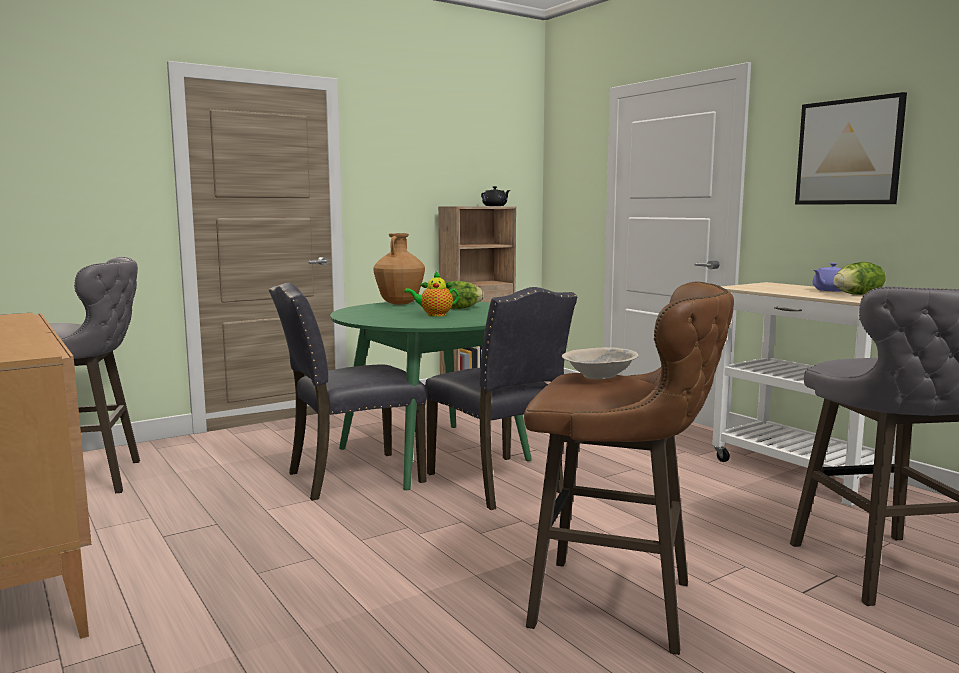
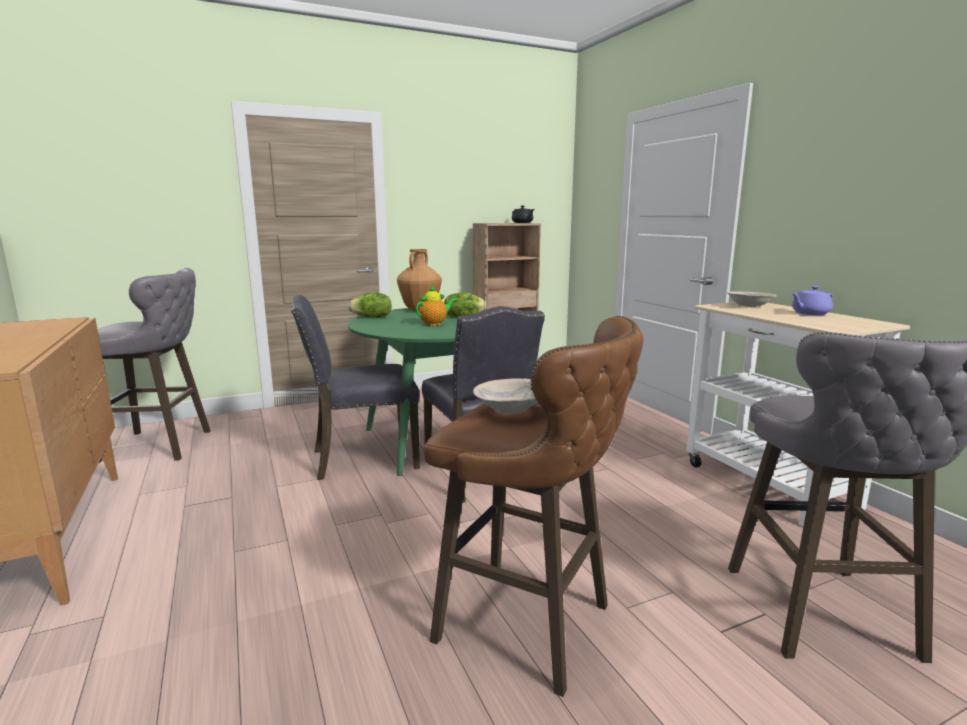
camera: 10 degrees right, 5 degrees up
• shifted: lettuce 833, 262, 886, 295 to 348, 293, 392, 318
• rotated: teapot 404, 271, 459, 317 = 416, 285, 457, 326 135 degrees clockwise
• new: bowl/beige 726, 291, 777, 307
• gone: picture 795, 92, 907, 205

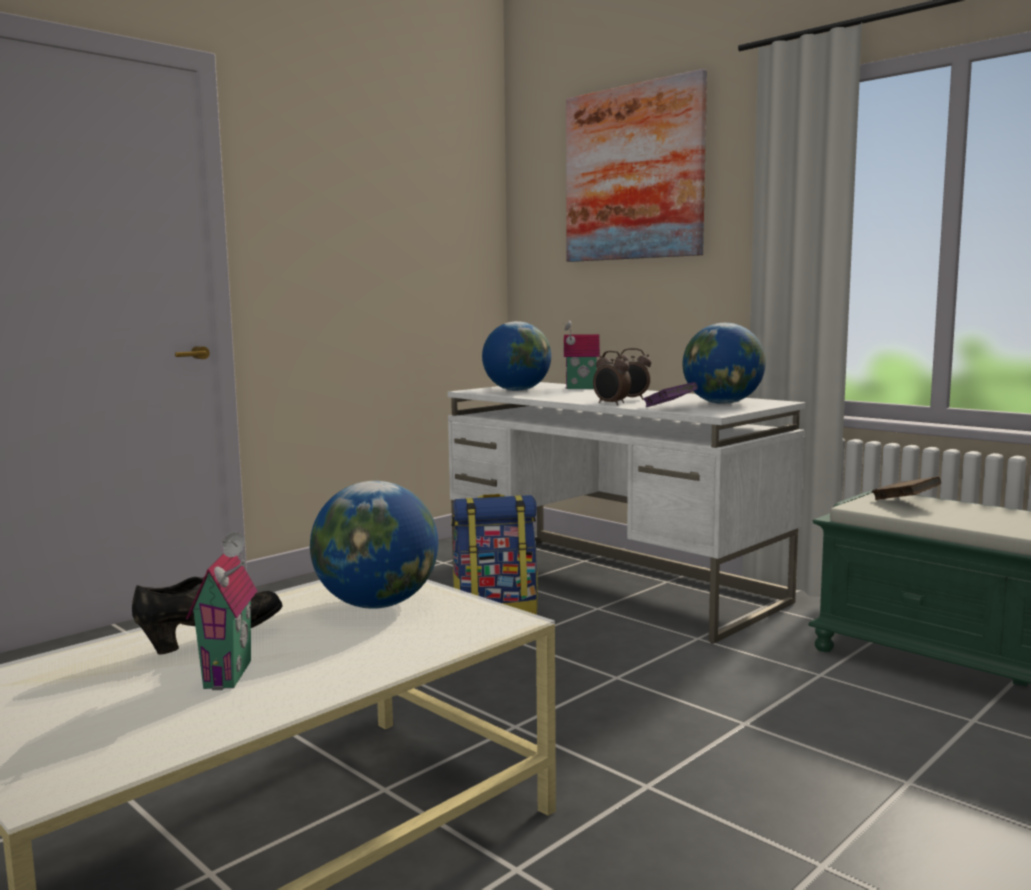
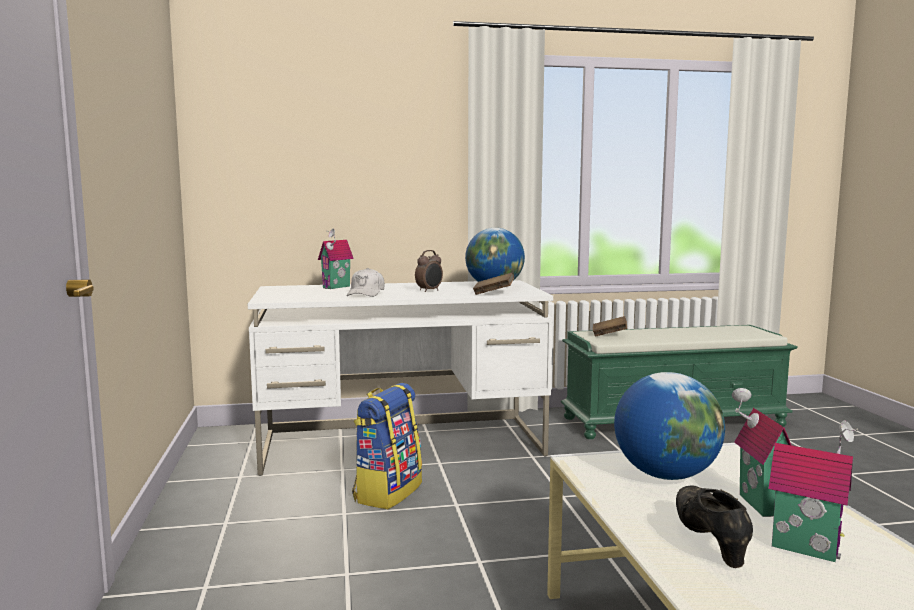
camera: 55 degrees left, 0 degrees up
• new: cap/white 346, 268, 385, 297
• repainted: book/purple 643, 382, 698, 407 to book/brown 473, 272, 515, 295
• new: toy house 732, 388, 791, 517
• gone: globe 482, 321, 551, 391
• gone: picture 566, 69, 707, 262
• gone: alarm clock 593, 351, 631, 405

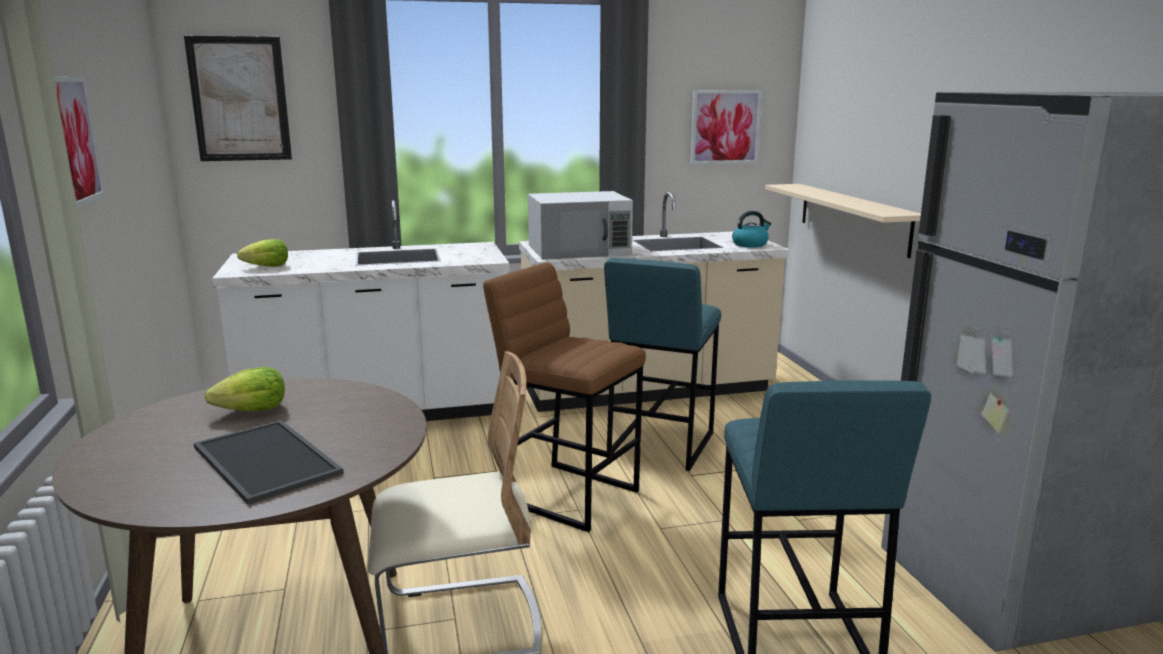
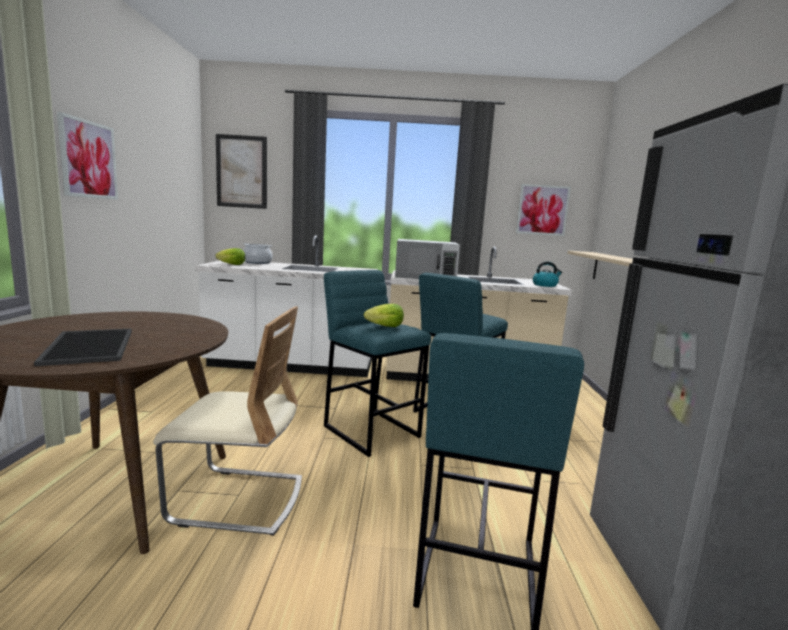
camera: 15 degrees right, 5 degrees down
• new: cooking pot 243, 243, 273, 264
• repainted: stool/brown 483, 262, 646, 532 to stool/turquoise 324, 270, 431, 457
• shifted: lettuce 205, 367, 285, 411 to 364, 304, 404, 327

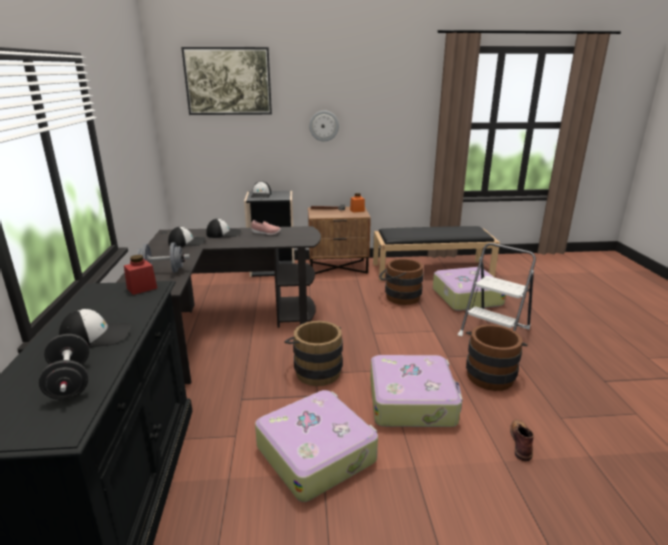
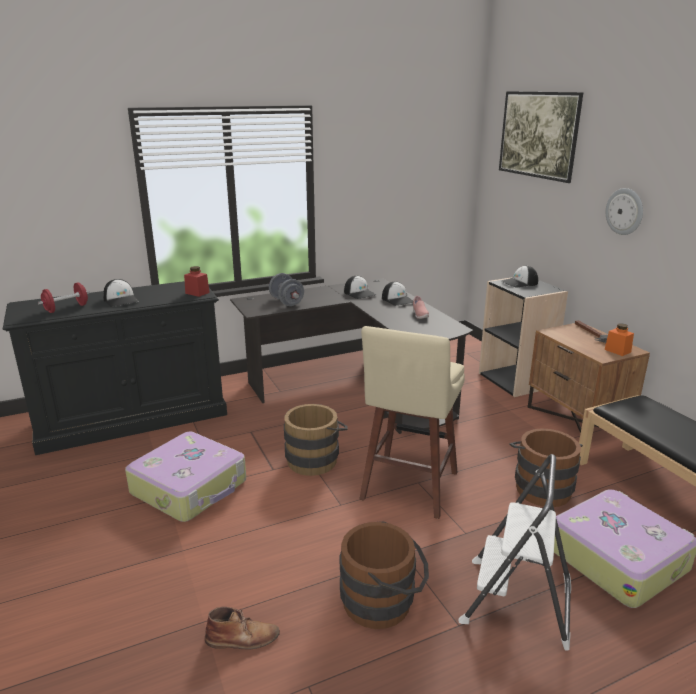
camera: 70 degrees right, 0 degrees up
• repainted: dumbbell/black 39, 334, 89, 400 to dumbbell/red 38, 282, 90, 313
• new: stool/beige 359, 326, 465, 519
• gone: suitcase 370, 355, 463, 427

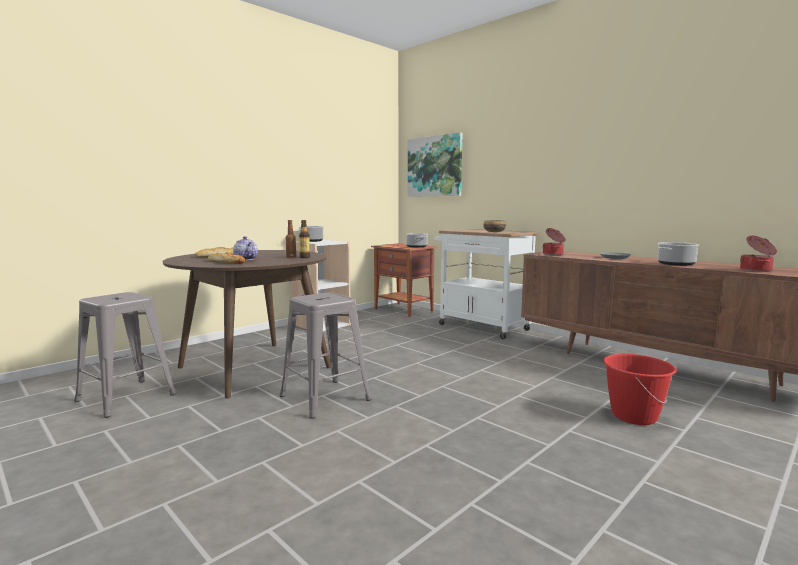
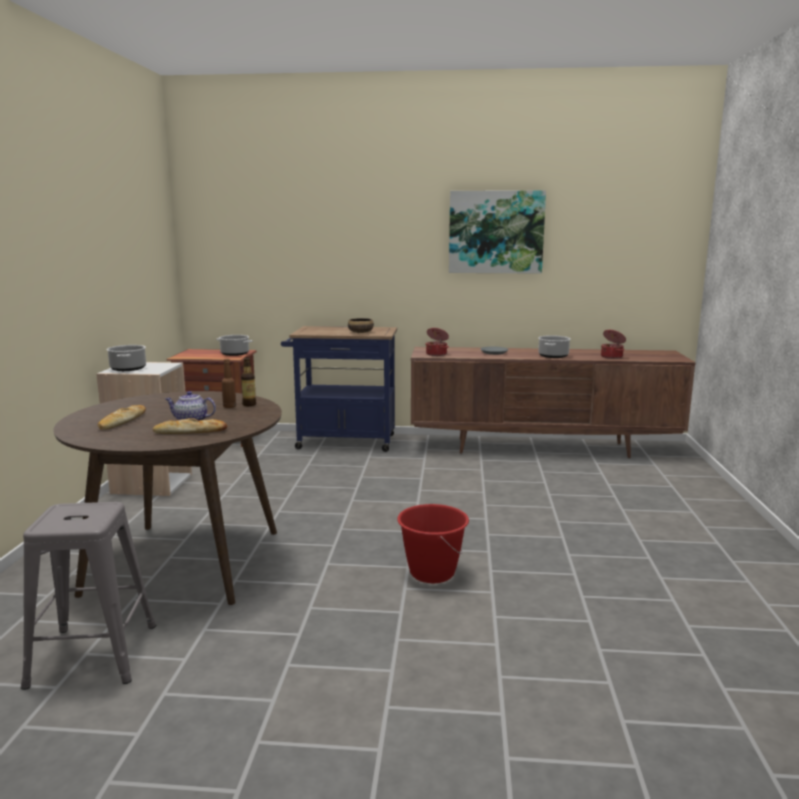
camera: 40 degrees left, 5 degrees up
• repainted: cart/white 434, 229, 539, 339 to cart/blue 281, 326, 397, 452
• shifted: bucket/red 603, 354, 677, 425 to 397, 504, 469, 583
• shifted: picture 408, 132, 462, 197 to 449, 190, 546, 274
• gone: stool/grey 280, 292, 372, 419

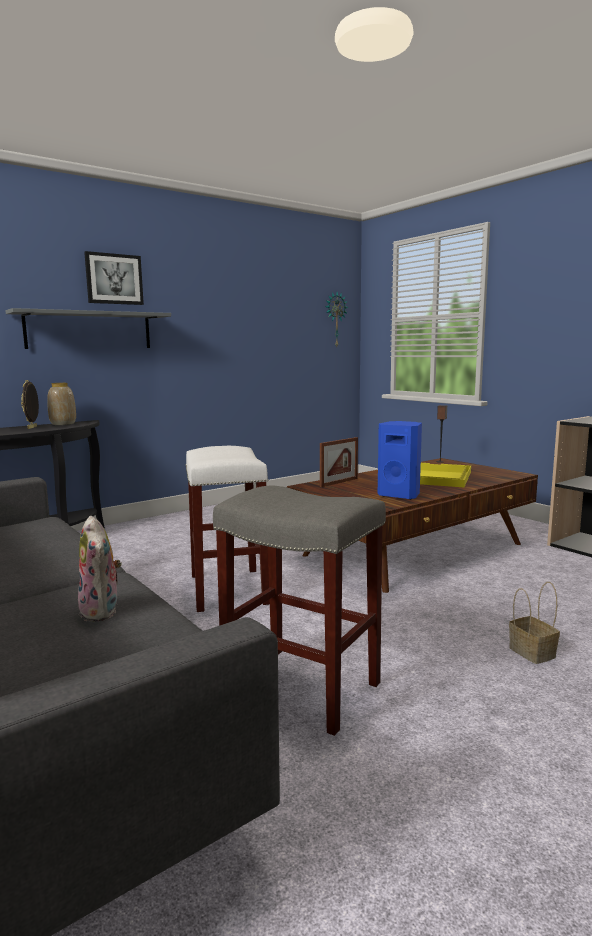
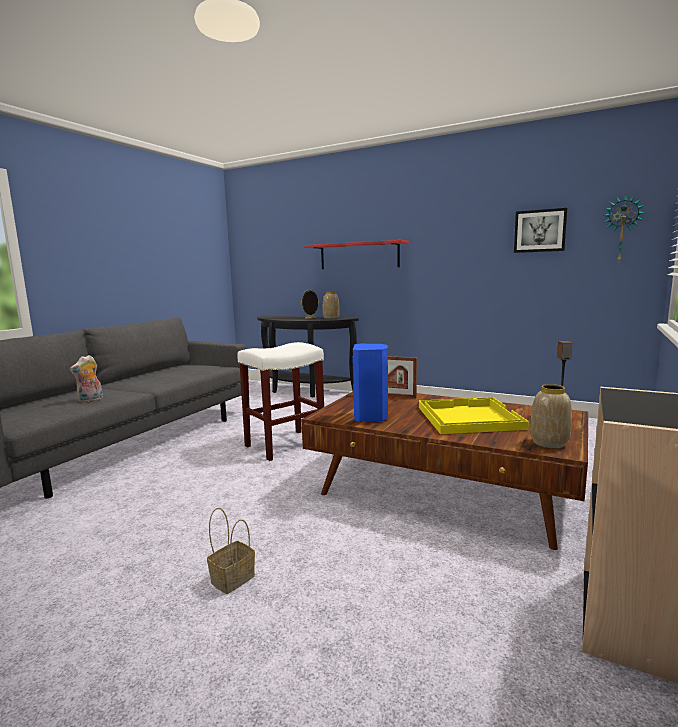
camera: 65 degrees right, 0 degrees up
• repainted: shelf/grey 5, 308, 171, 349 to shelf/red 303, 240, 409, 269
• shifted: picture 84, 251, 144, 305 to 514, 208, 567, 253
• new: vase 530, 384, 572, 448
• gone: stool/grey 213, 486, 386, 736

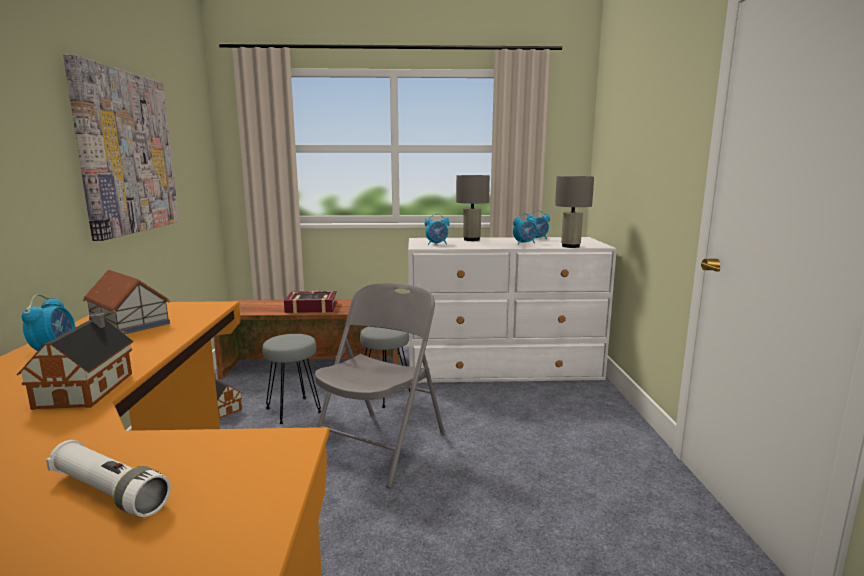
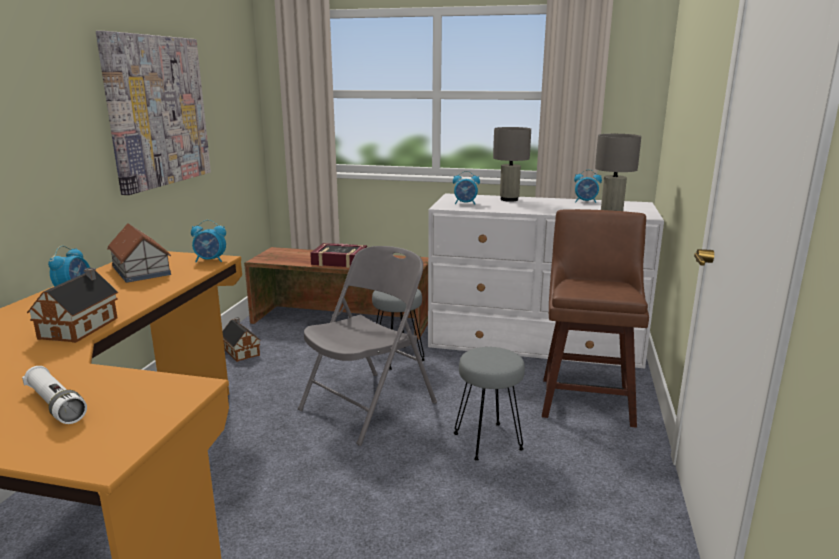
camera: 15 degrees right, 5 degrees up
• shifted: alarm clock 513, 213, 537, 244 to 191, 220, 226, 262
• shifted: stool/grey 262, 334, 321, 424 to 454, 347, 525, 461
• new: chair/brown 542, 209, 649, 428

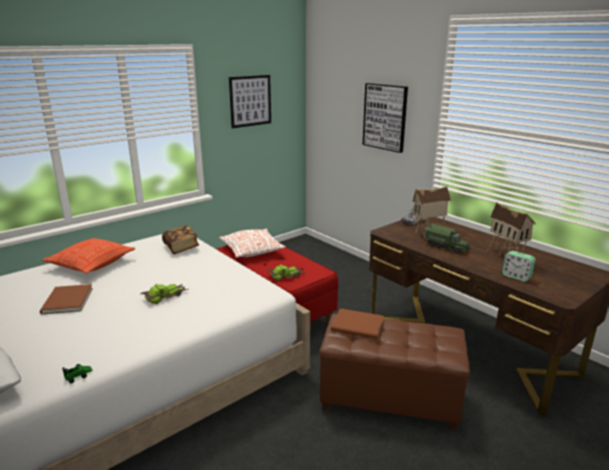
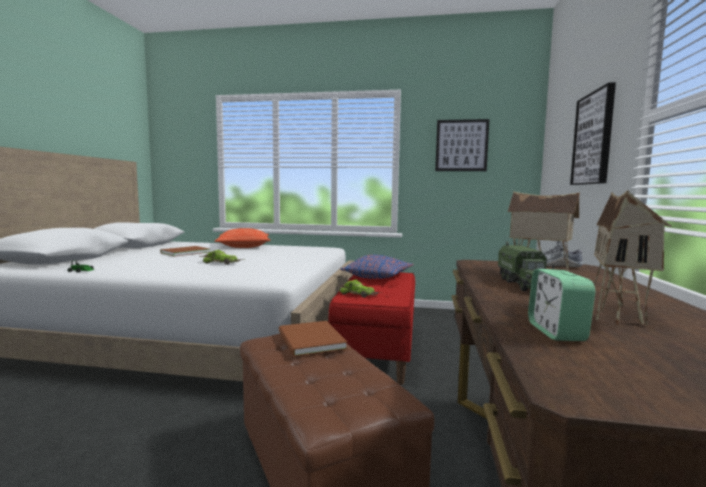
camera: 50 degrees right, 15 degrees down
• repainted: pillow/white 219, 229, 286, 258 to pillow/blue 340, 255, 414, 279
• gone: book 162, 225, 199, 254

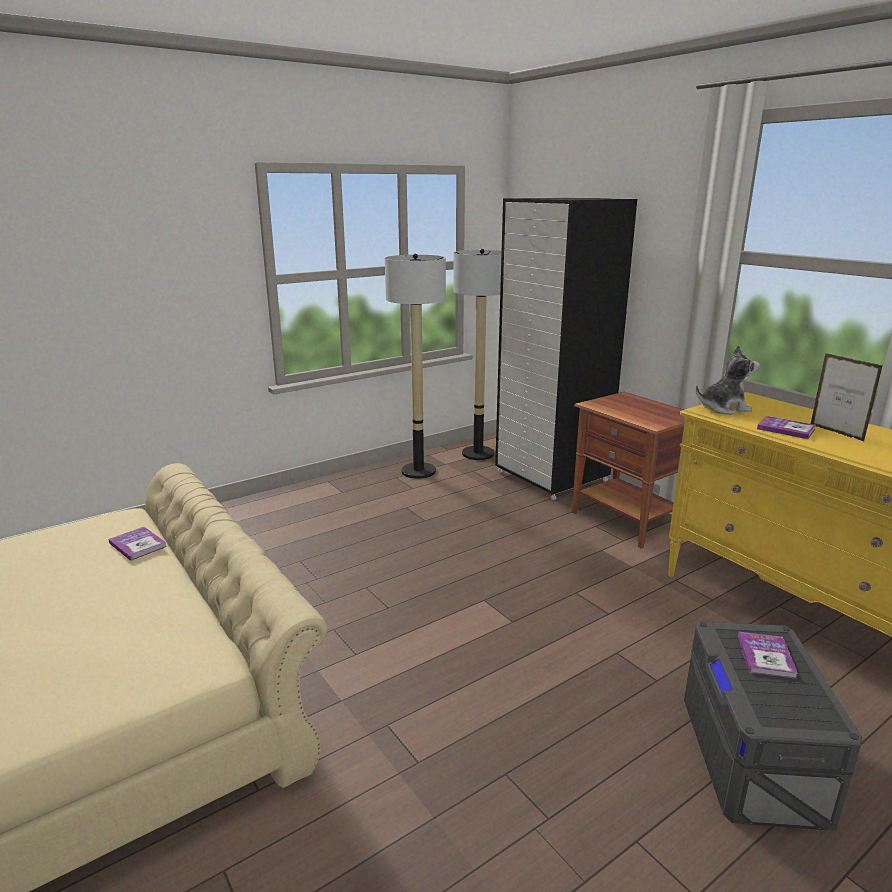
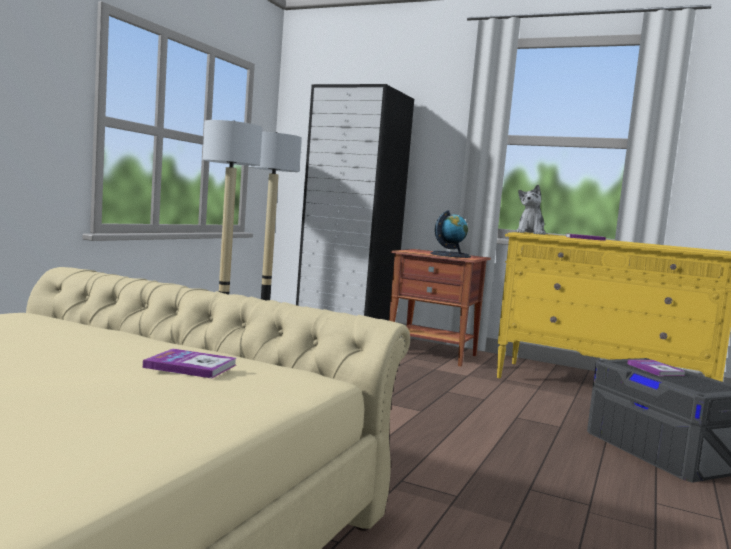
camera: 30 degrees left, 15 degrees down
• shifted: book 108, 527, 167, 561 to 143, 349, 236, 378
• new: globe 431, 210, 471, 258
• rotated: plush toy 696, 345, 760, 415 = 515, 185, 546, 235 150 degrees clockwise
• gone: picture frame 811, 353, 883, 442

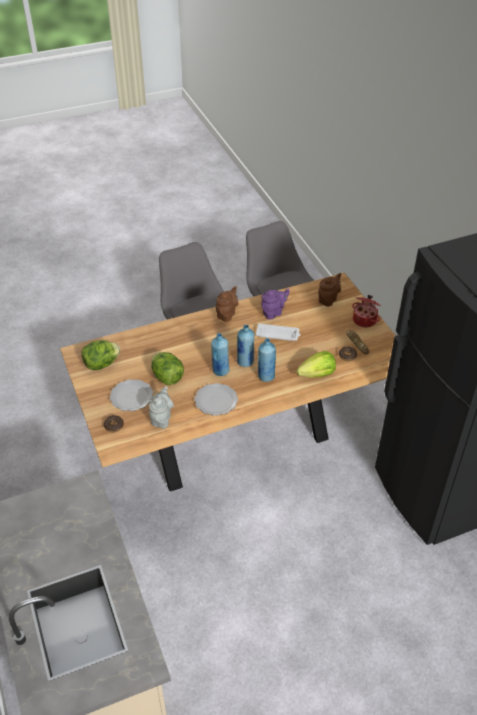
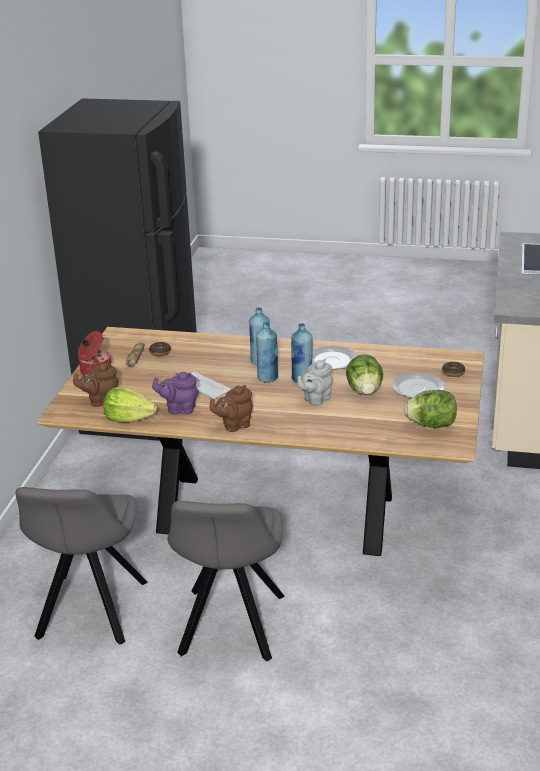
camera: 145 degrees left, 15 degrees down
• shifted: lettuce 297, 351, 336, 378 to 103, 387, 157, 422
• shifted: teapot/grey 149, 386, 174, 429 to 297, 359, 333, 406

